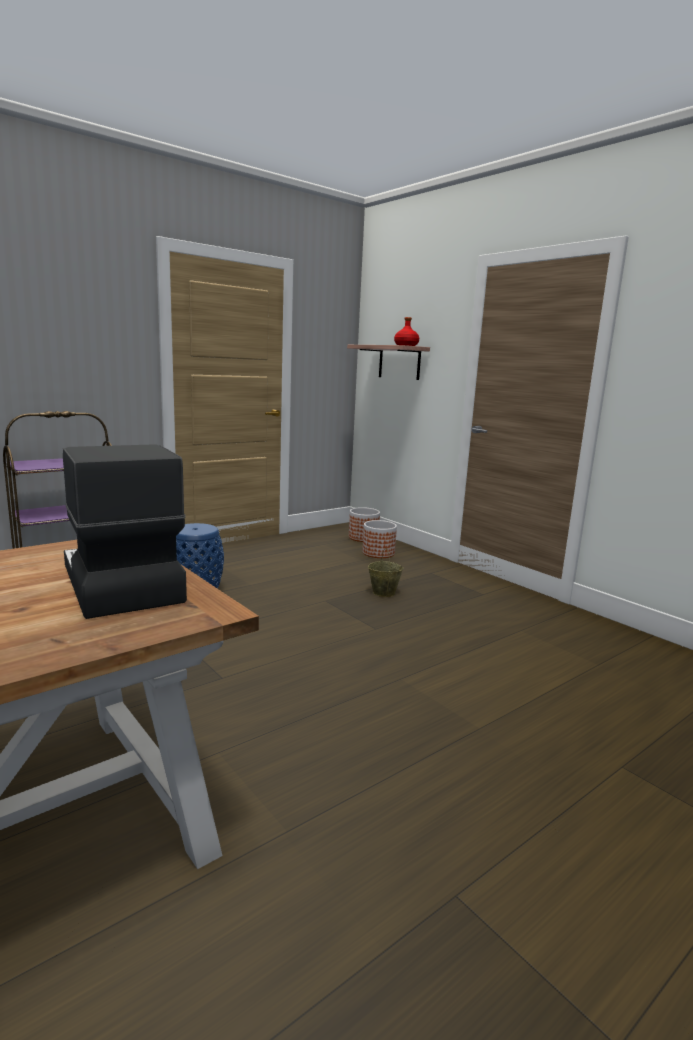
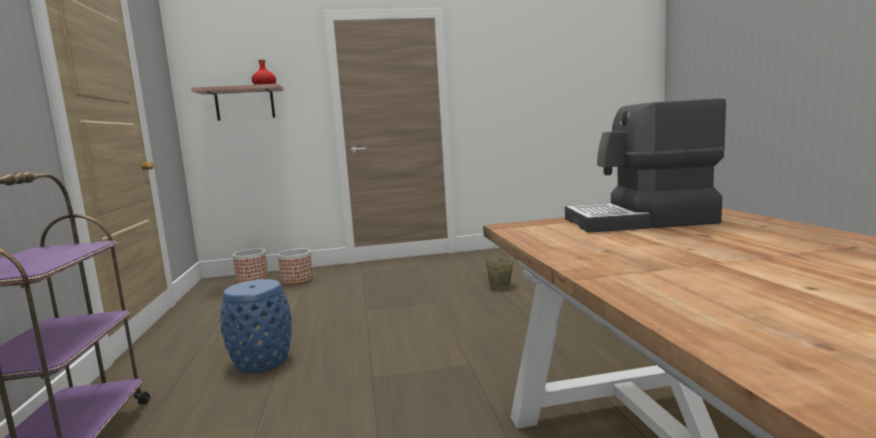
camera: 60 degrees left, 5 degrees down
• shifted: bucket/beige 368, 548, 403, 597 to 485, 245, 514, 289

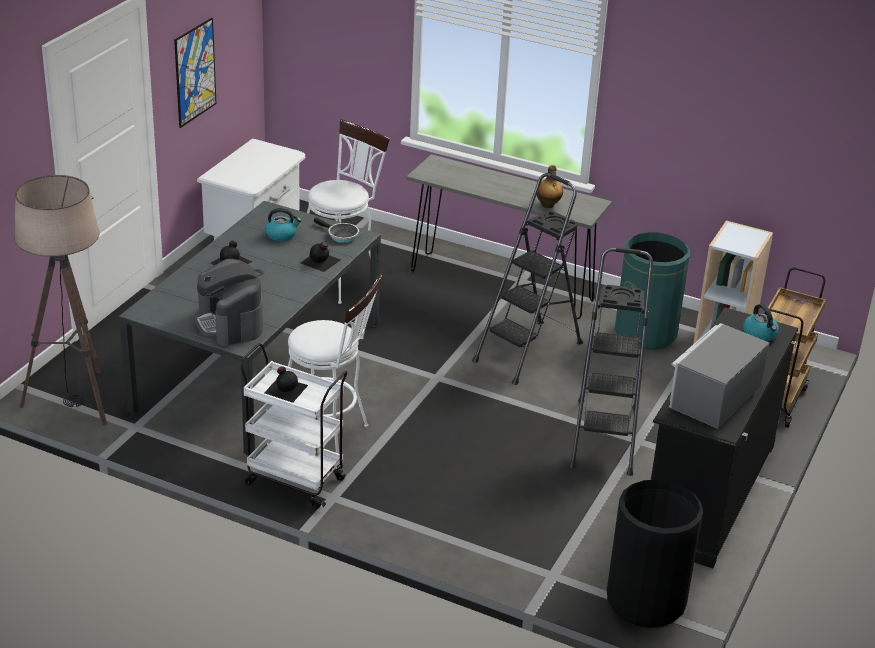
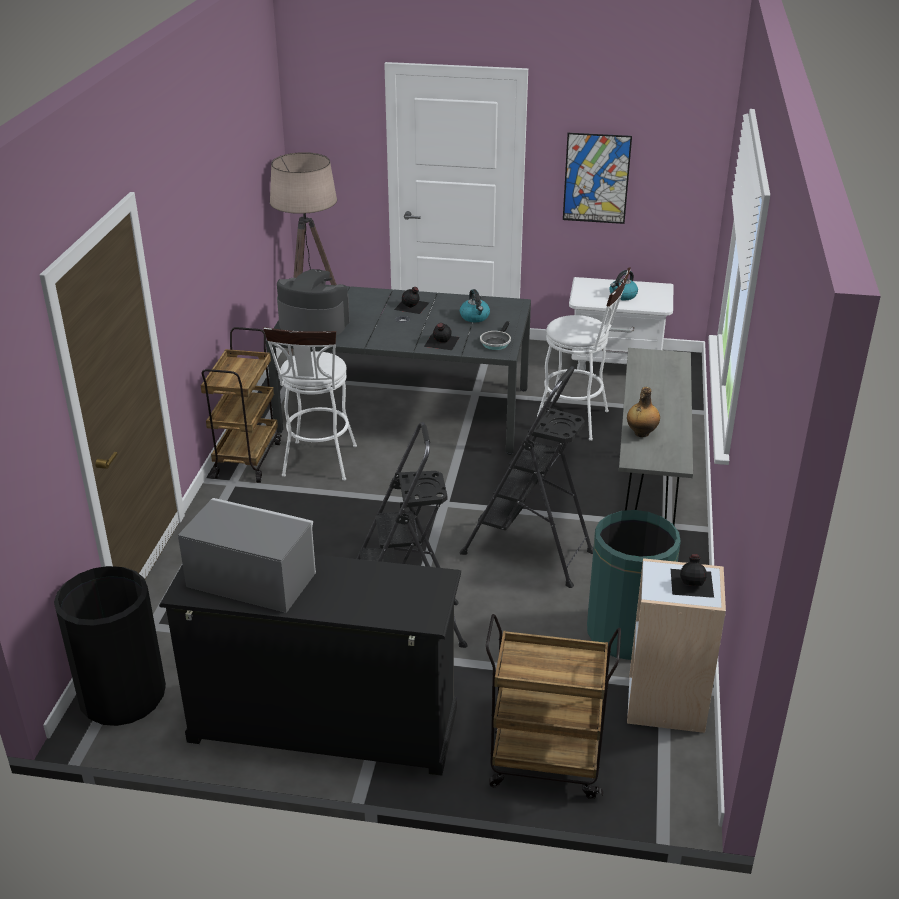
camera: 75 degrees right, 0 degrees up
• repainted: cart/white 240, 343, 347, 509 to cart/brown 200, 327, 282, 483
• rotated: coffee machine 195, 259, 263, 346 = 277, 269, 350, 335 60 degrees clockwise
• shifted: kettle 743, 304, 779, 342 to 609, 270, 638, 300
• shifted: bottle/black 264, 366, 308, 403 to 671, 554, 714, 598

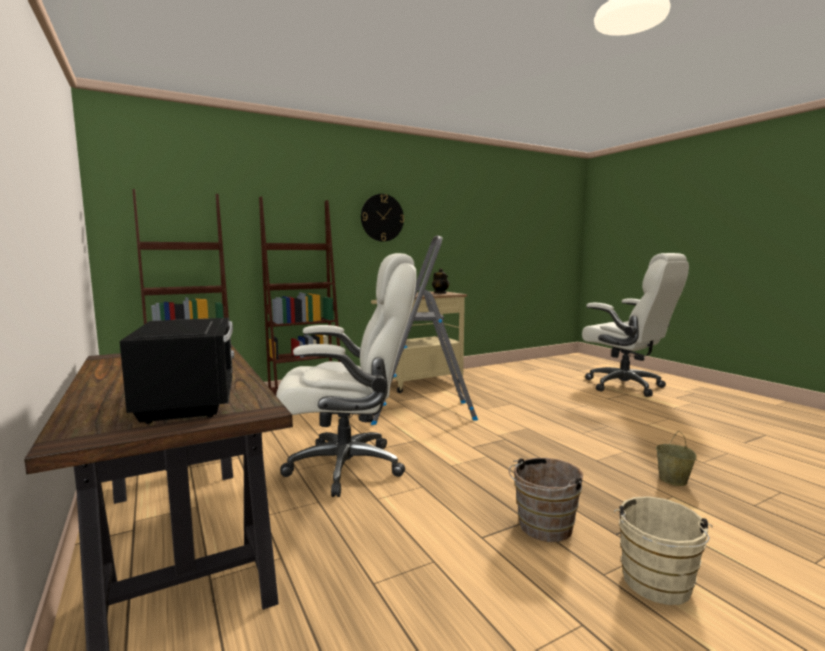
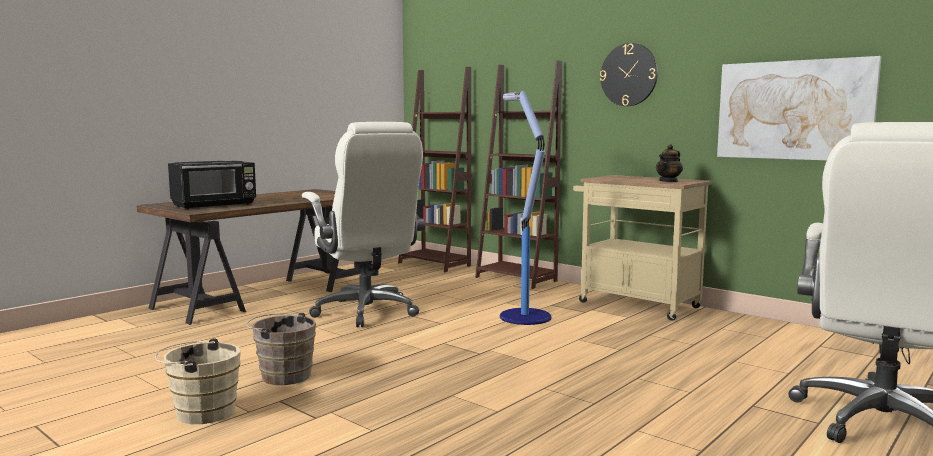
camera: 70 degrees right, 0 degrees up
• swapped: step ladder/grey 371, 236, 478, 425 to floor lamp 500, 91, 551, 325
• new: picture 717, 56, 882, 160
• gone: bucket/beige 656, 431, 697, 486

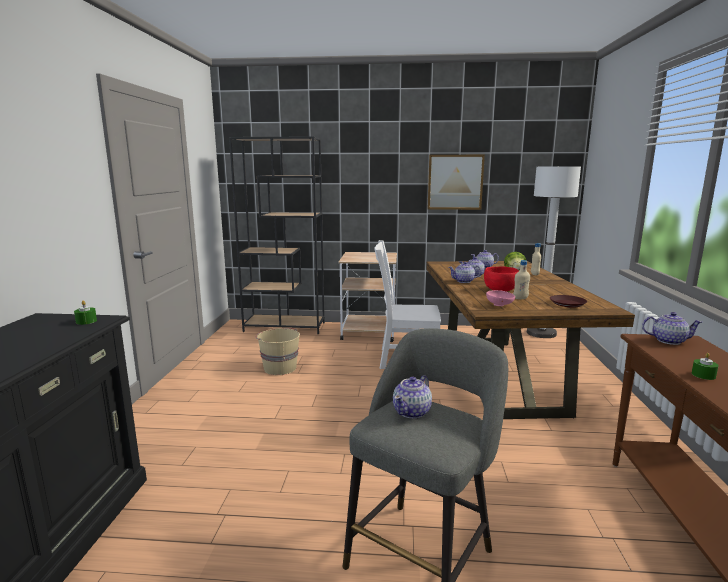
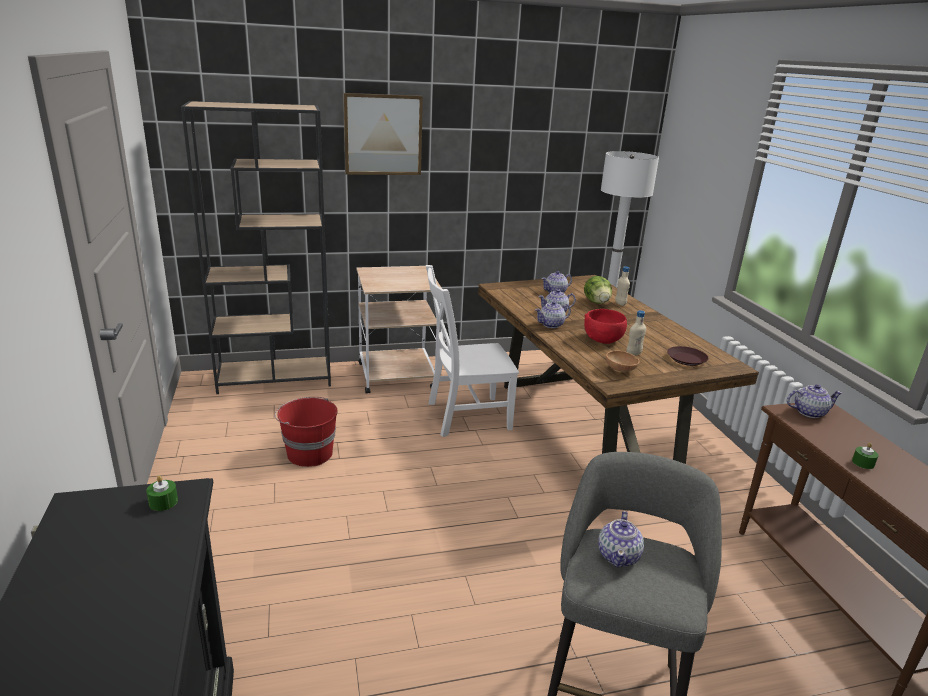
camera: 20 degrees left, 10 degrees up
• repainted: bucket/beige 256, 328, 300, 375 to bucket/red 275, 397, 338, 467
• shifted: picture 428, 155, 485, 210 to 343, 93, 423, 175
• repainted: bowl/pink 486, 290, 515, 306 to bowl/brown 606, 350, 640, 372

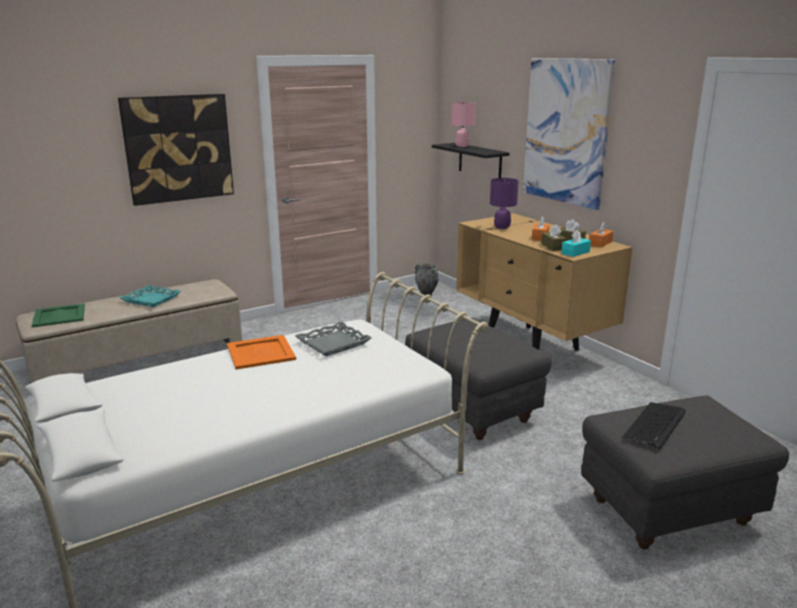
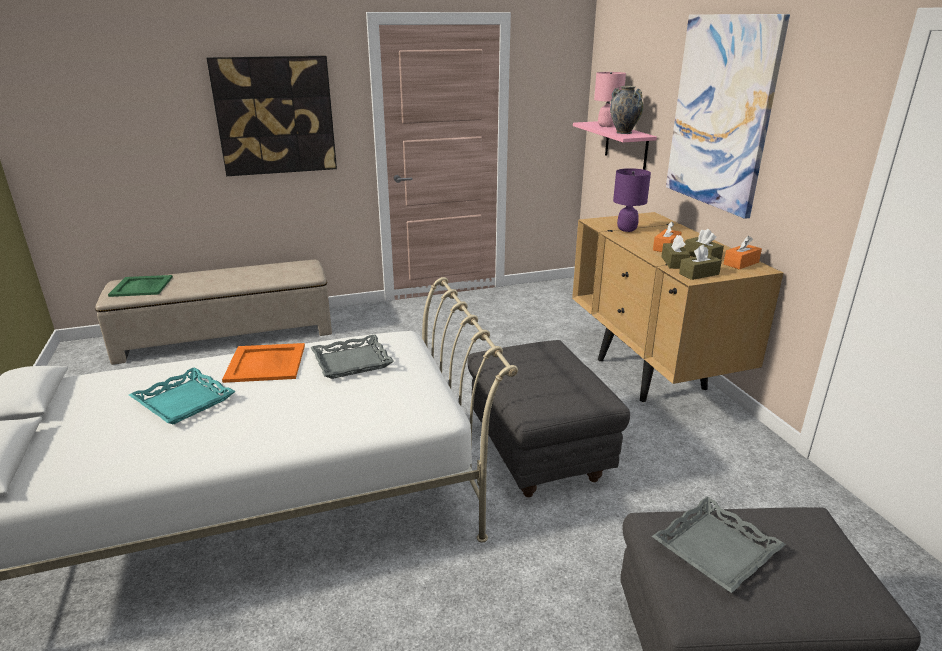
camera: 15 degrees right, 5 degrees up
• shifted: tray/turquoise 120, 285, 181, 307 to 129, 367, 235, 425
• repainted: shelf/black 432, 143, 509, 178 to shelf/pink 573, 121, 657, 170
• shifted: vase 415, 263, 439, 296 to 610, 86, 643, 134
• swapped: keyboard 623, 402, 686, 449 to tray/grey 652, 496, 786, 593
• repainted: tissue box/turquoise 561, 230, 591, 257 to tissue box/brown 679, 245, 722, 280

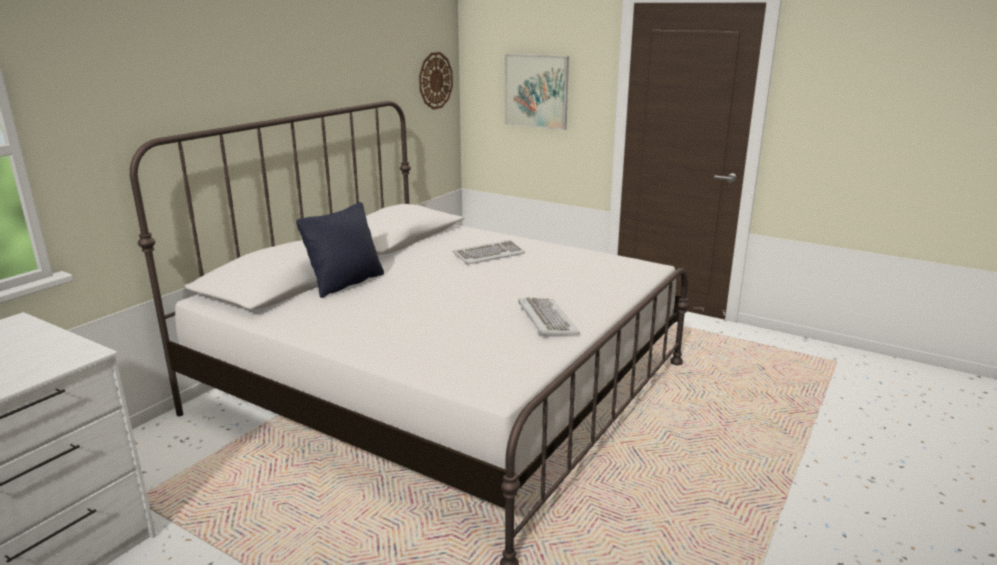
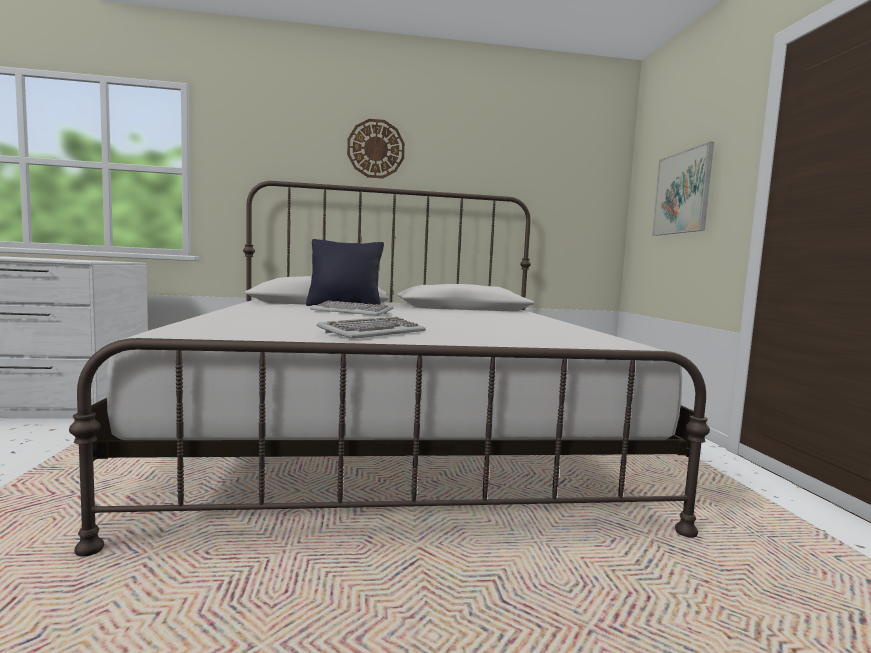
camera: 50 degrees right, 15 degrees down
• shifted: keyboard 453, 240, 525, 264 to 310, 300, 394, 315
• shifted: wall clock 419, 52, 453, 110 to 347, 119, 405, 178

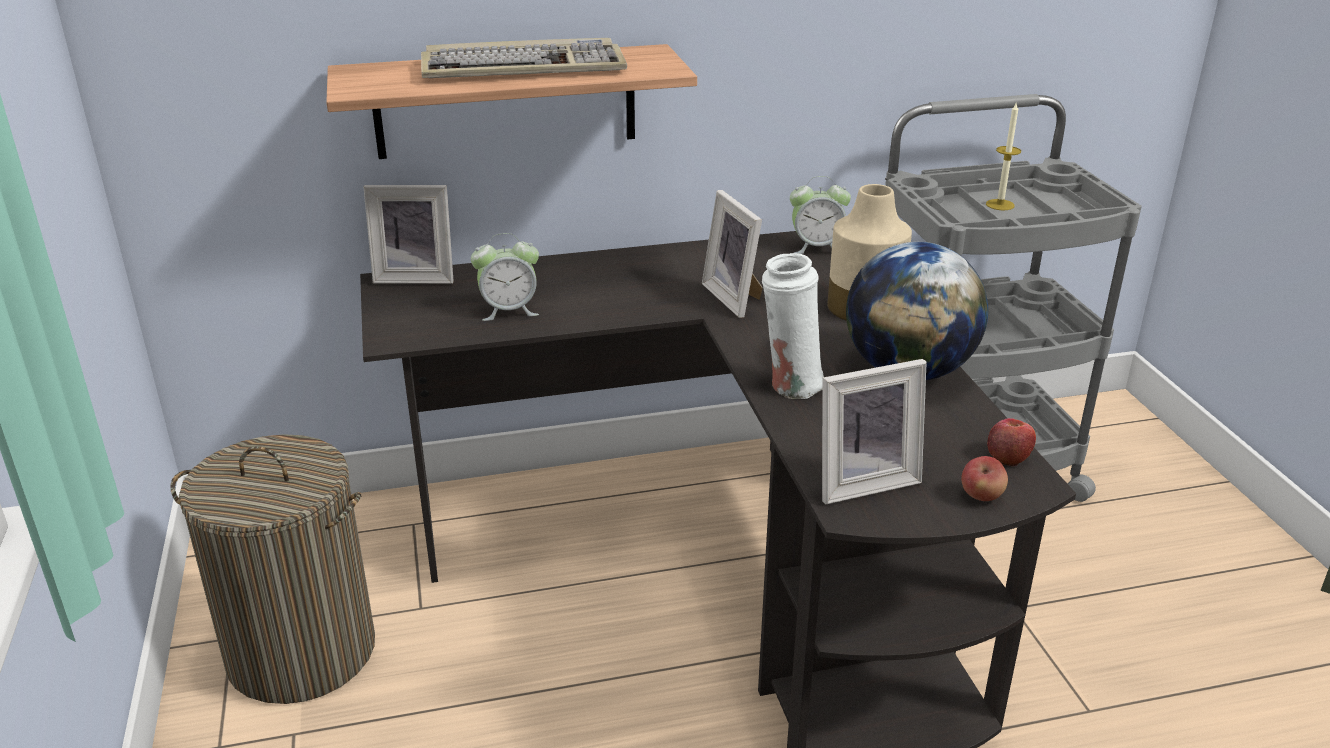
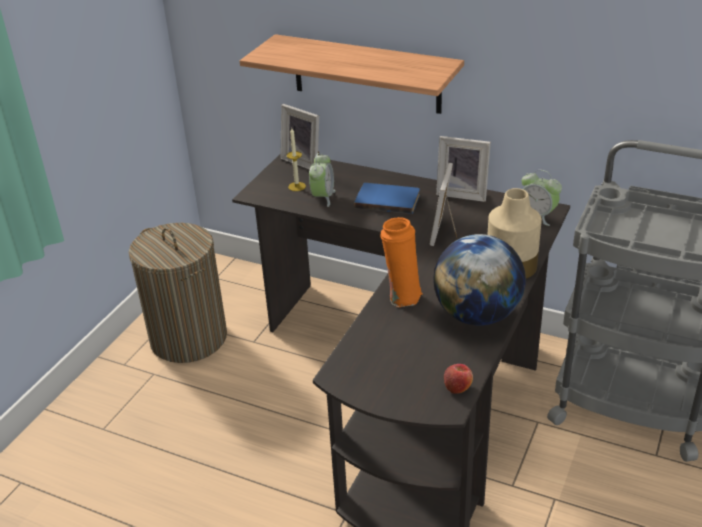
camera: 40 degrees right, 5 degrees up
• shifted: candle 986, 103, 1021, 210 to 287, 128, 306, 191
• rotated: alarm clock 471, 233, 539, 321 = 309, 153, 336, 207 105 degrees counterclockwise
• new: book/blue 354, 183, 420, 214
• repainted: vase/white 762, 253, 824, 399 to vase/orange 380, 217, 423, 307
• shifted: picture frame 822, 359, 927, 504 to 436, 136, 491, 202
• gone: keyboard 421, 38, 627, 78
• gone: apple 961, 456, 1008, 501

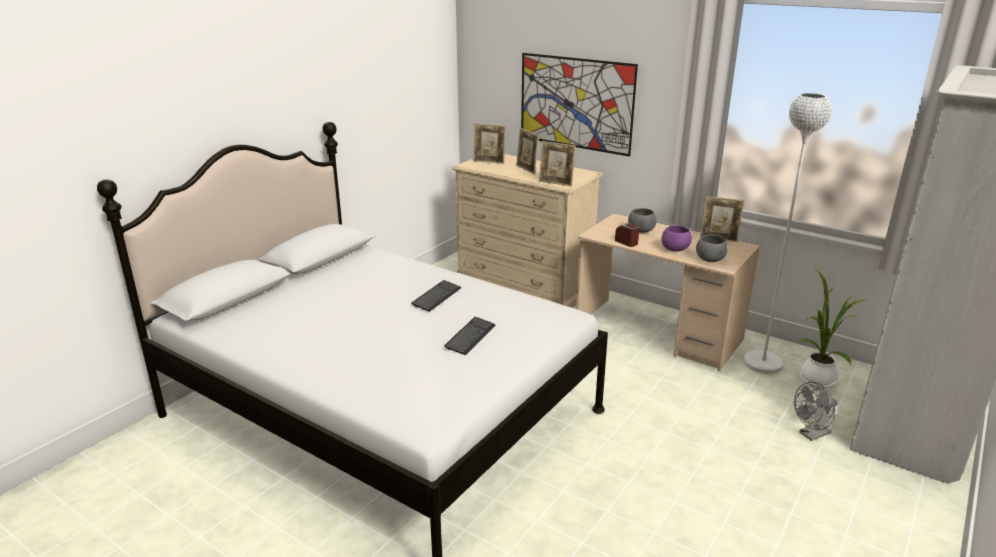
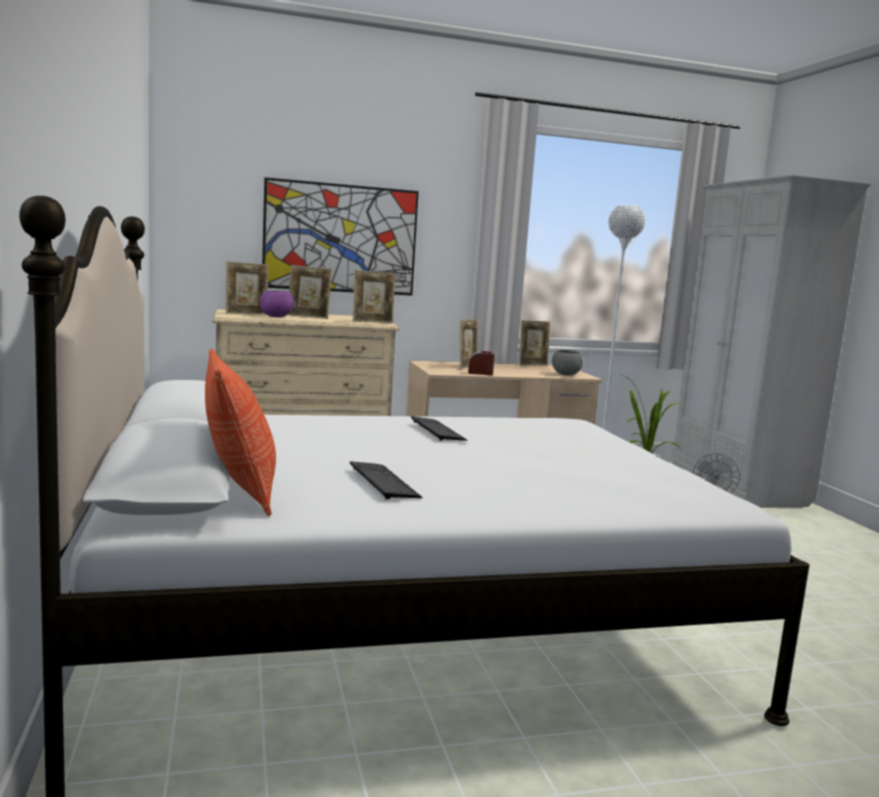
camera: 50 degrees left, 15 degrees down
• new: pillow/orange 205, 349, 276, 516
• shifted: bowl/purple 662, 226, 692, 252 to 260, 291, 294, 317
• shifted: keyboard 444, 317, 495, 355 to 350, 461, 422, 499
• swapped: bowl/grey 628, 208, 657, 233 to picture frame 460, 320, 478, 369

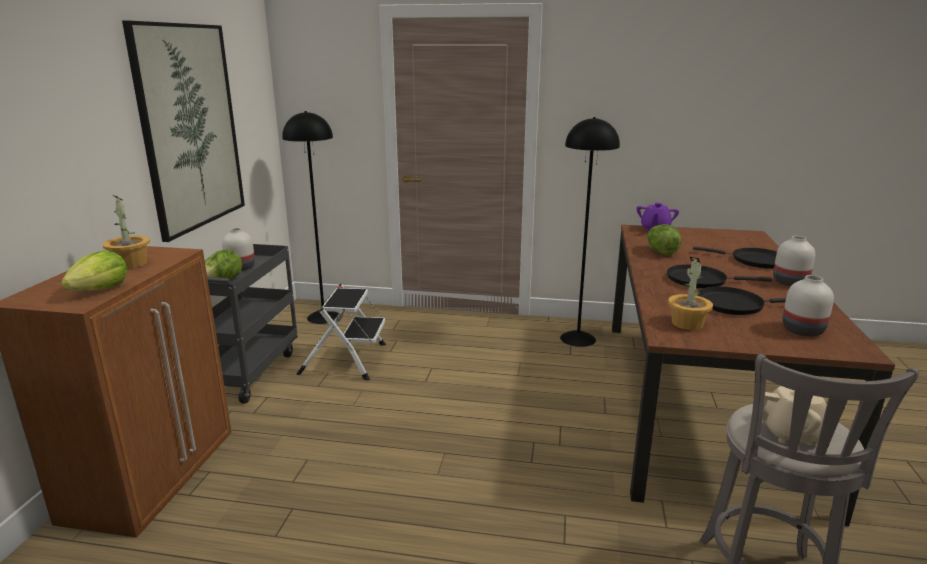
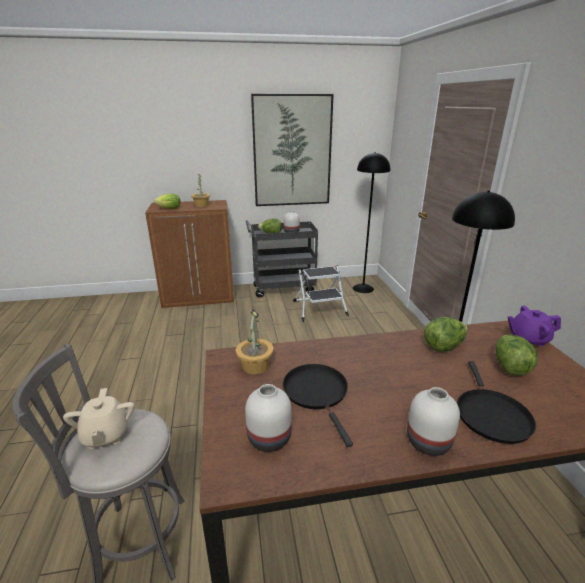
camera: 70 degrees right, 5 degrees up
• new: lettuce 496, 335, 538, 376
• gone: frying pan/black 667, 264, 772, 288

